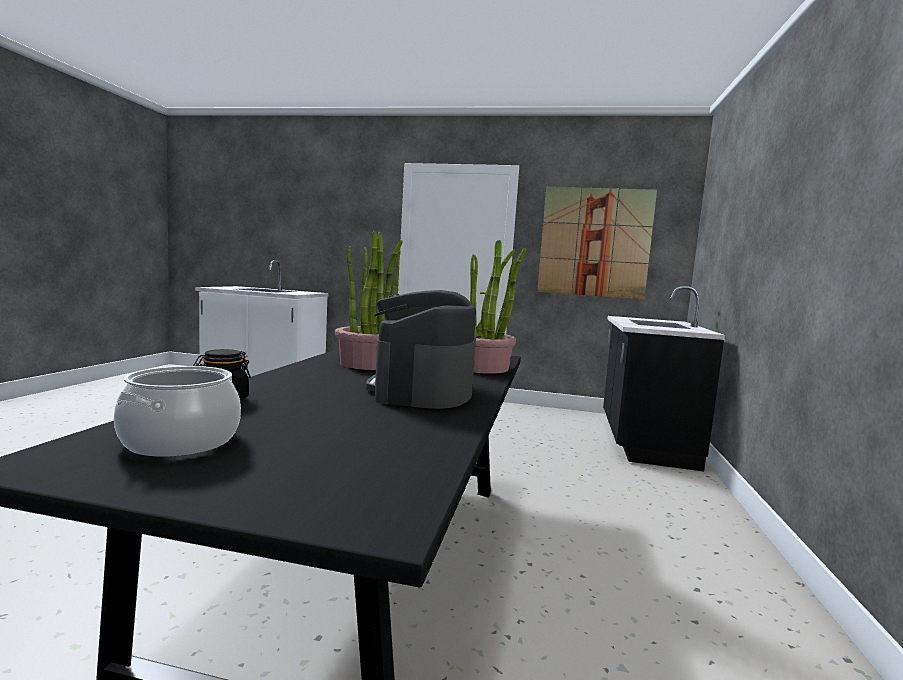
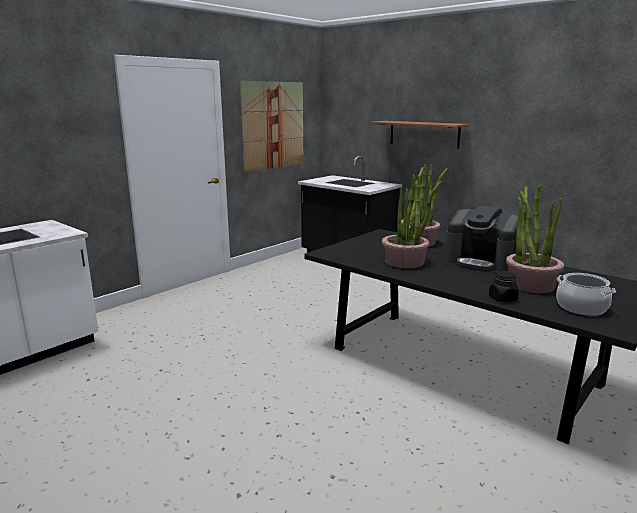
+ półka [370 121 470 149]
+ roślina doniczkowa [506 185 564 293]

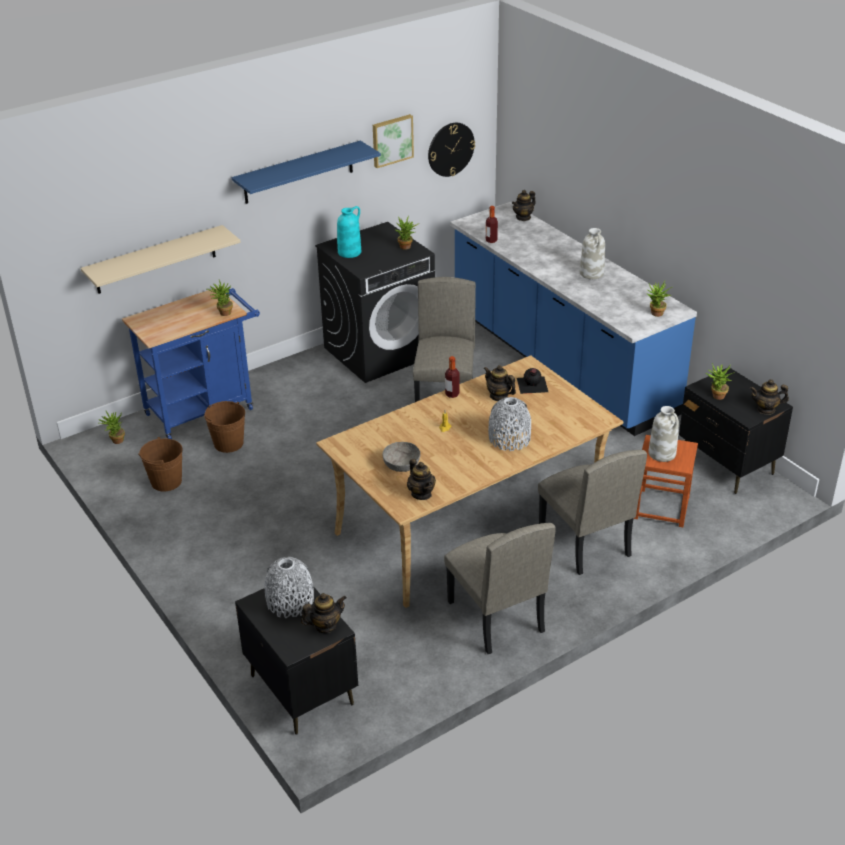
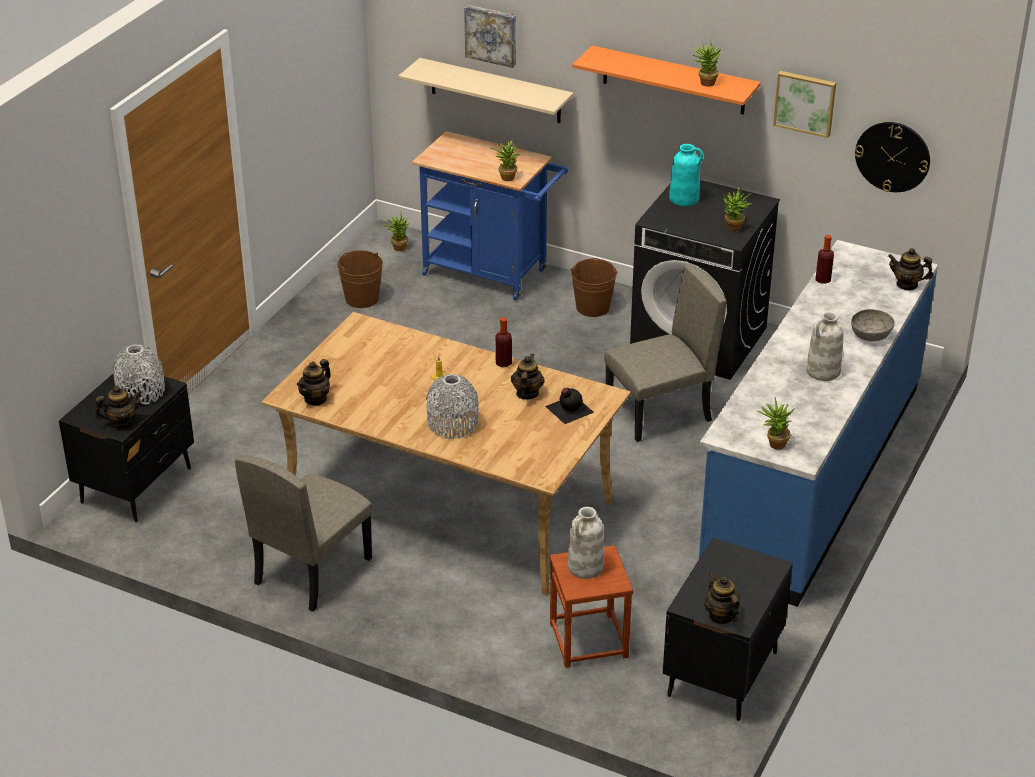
~ półka (niebieski) [232 141 381 204] to półka (pomarańczowy) [572 46 761 115]
~ roślina doniczkowa [706 363 735 400] to [692 40 721 87]
~ wiadro (brązowy) [204 401 245 453] to [570 258 618 317]
~ miska (szary) [382 442 420 472] to [851 309 895 341]
- krzesło (beżowy) [538 450 647 575]
~ imbryk [301 593 347 633] = [95 386 142 428] 60 degrees counterclockwise
+ obraz [464 5 516 68]

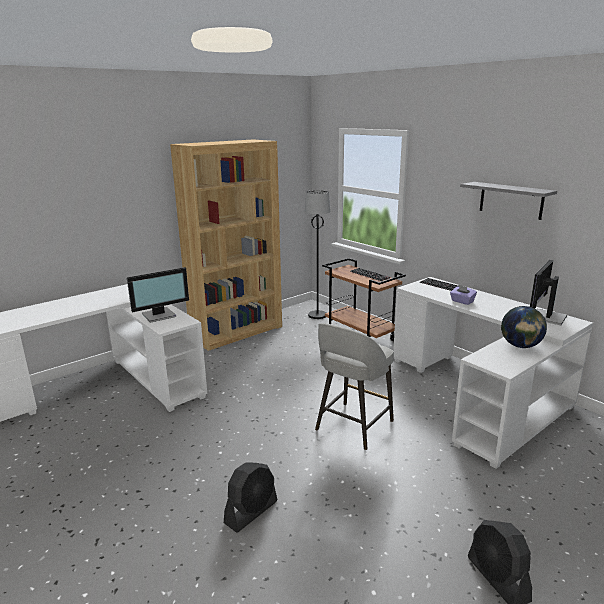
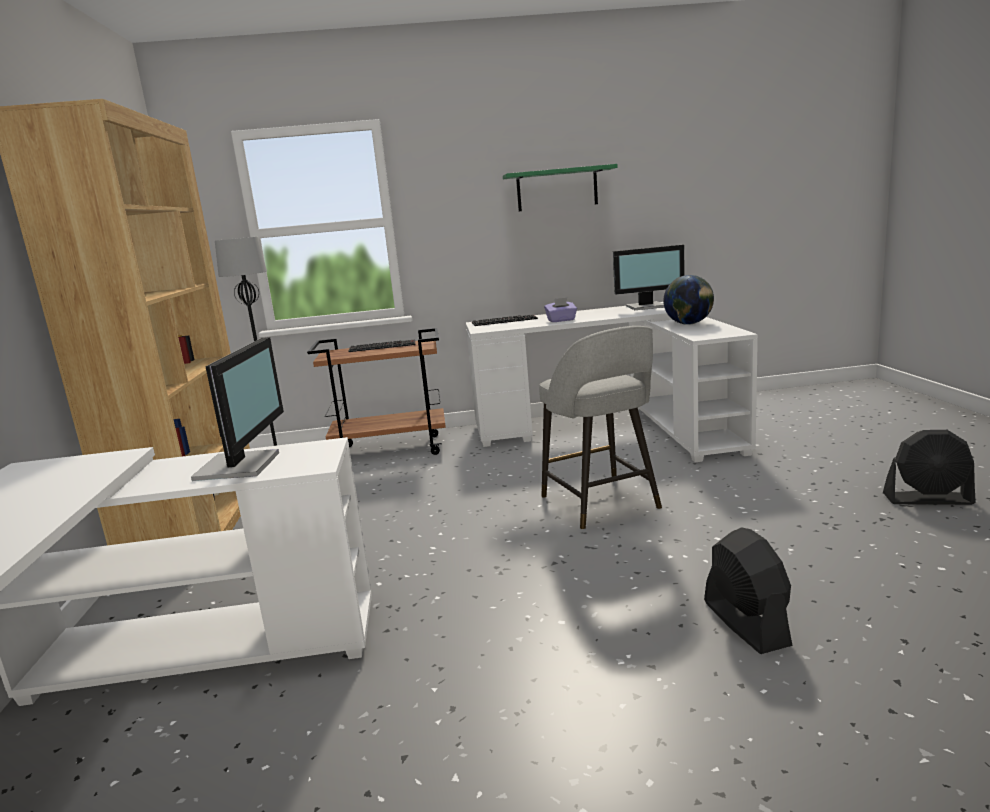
~ półka (szary) [460 182 557 220] to półka (zielony) [503 164 617 211]
~ monitor [530 260 567 325] = [613 244 685 310] 75 degrees counterclockwise

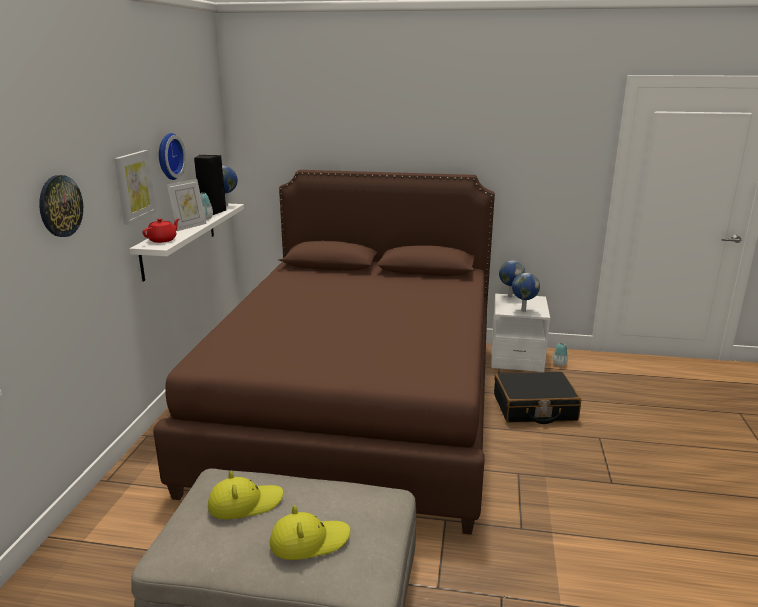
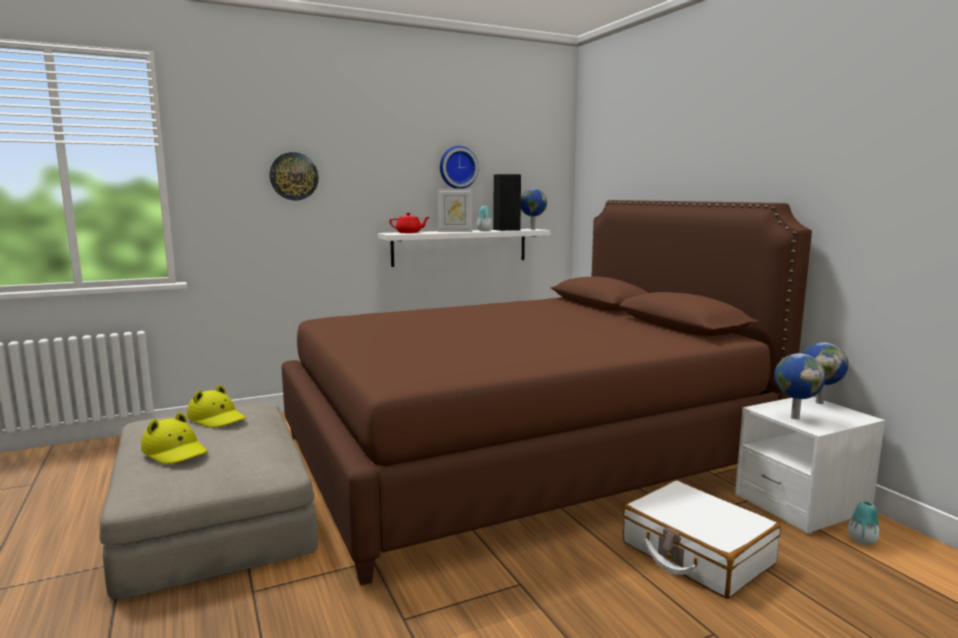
- obraz [114 150 156 225]
~ walizka (czarny) [494 372 581 424] to walizka (biały) [623 480 781 599]

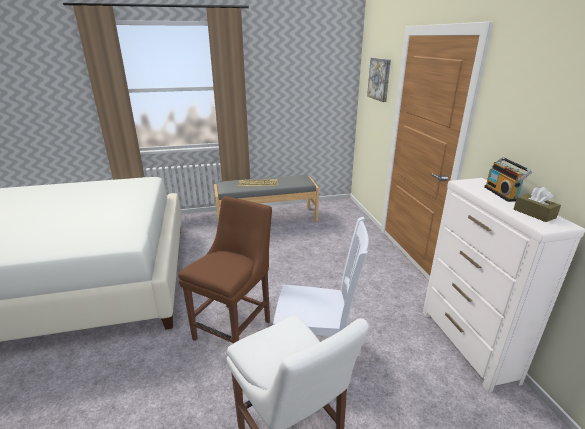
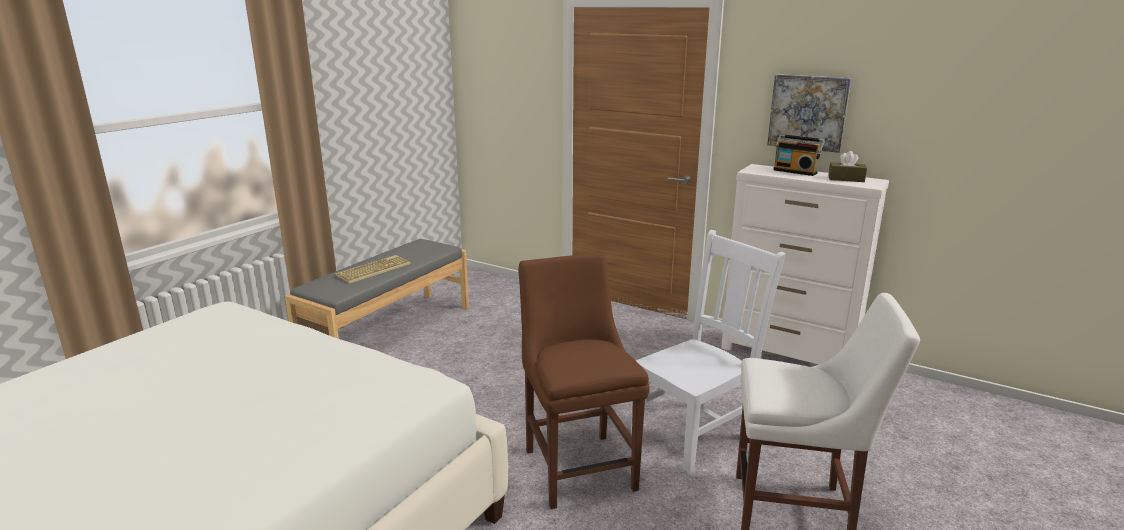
~ obraz [367 58 391 102] to [767 74 851 153]

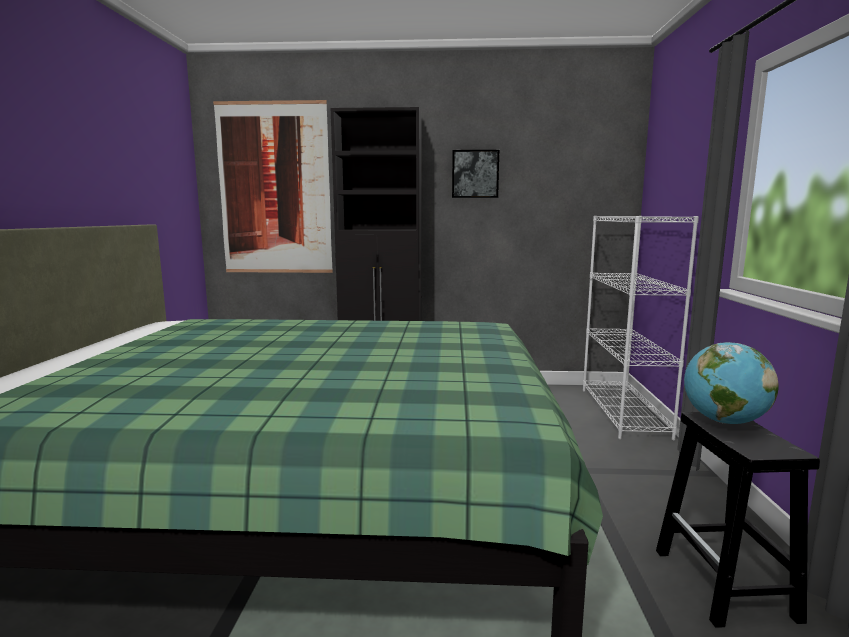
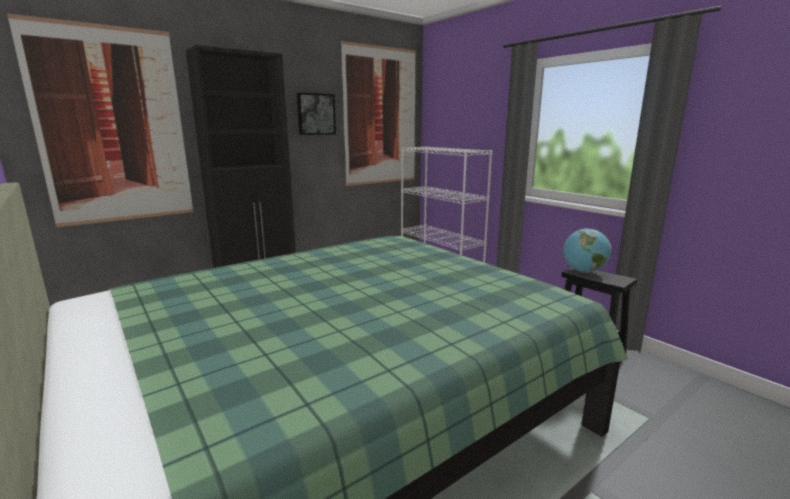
+ obraz [341 41 416 186]

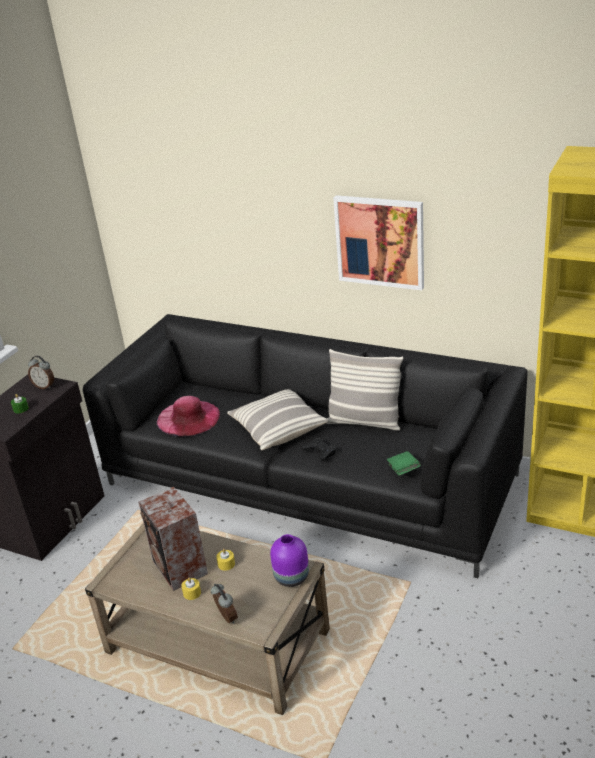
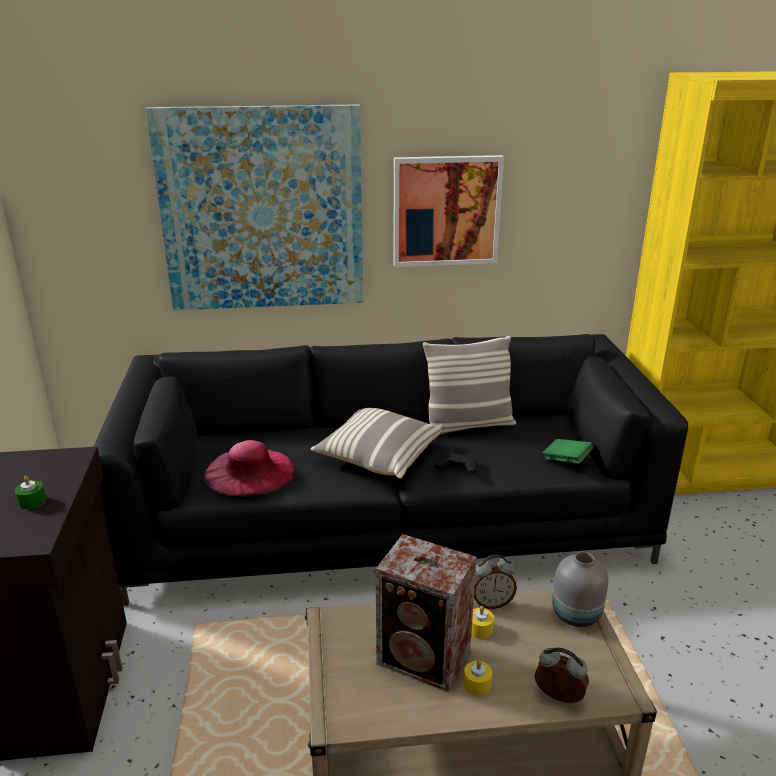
~ budzik [28 356 54 389] to [474 555 517 609]
~ wazon (fioletowy) [270 534 309 587] to wazon (szary) [552 551 608 627]
+ obraz [146 104 363 310]

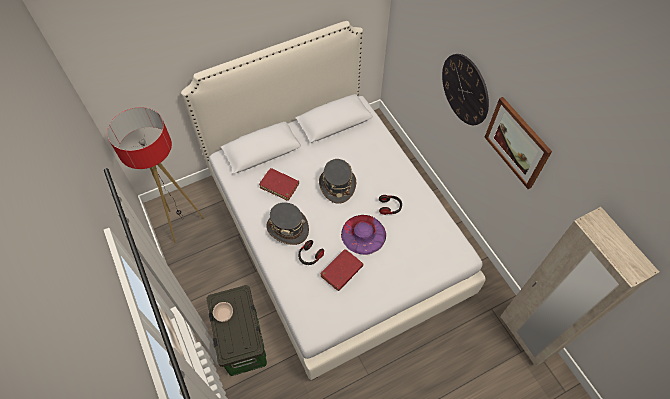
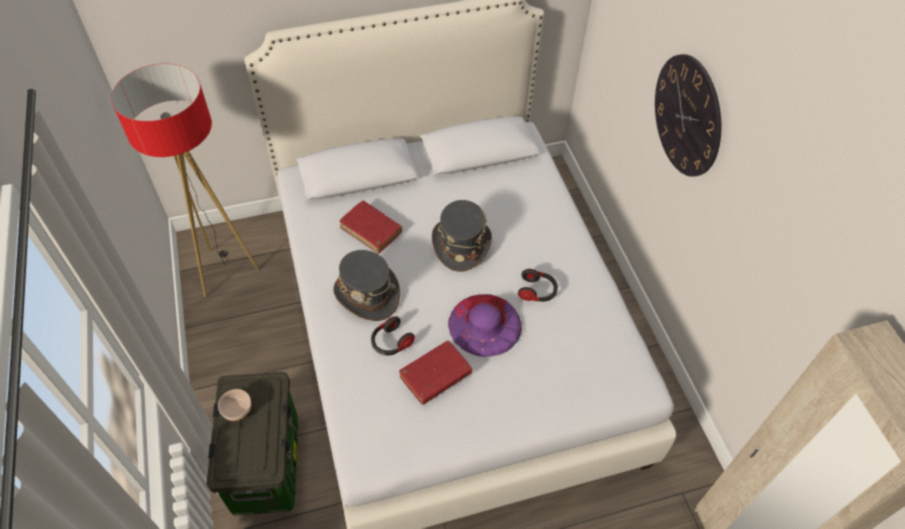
- obraz [485 97 552 189]

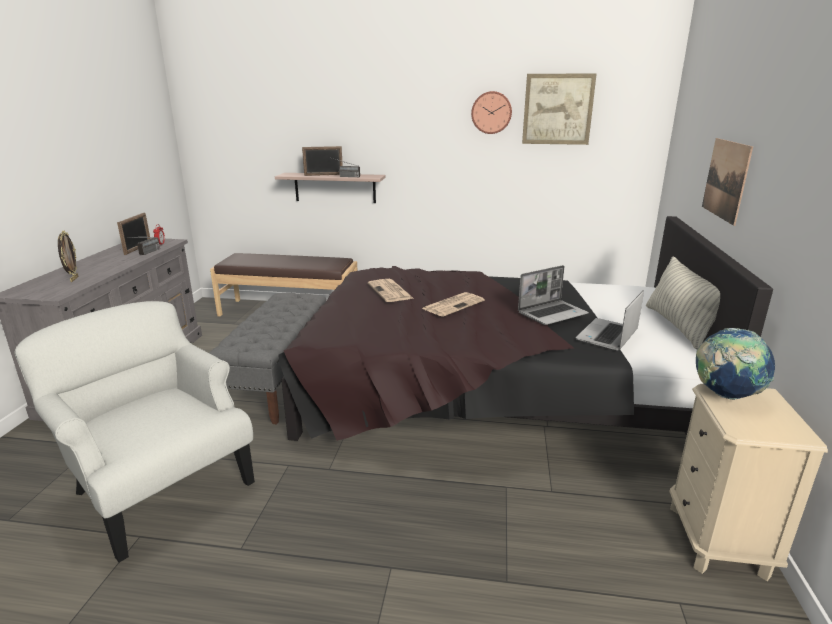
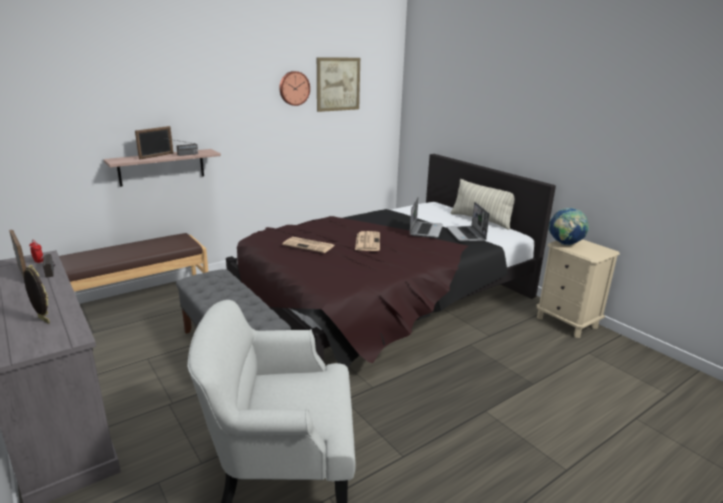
- obraz [702 138 753 226]

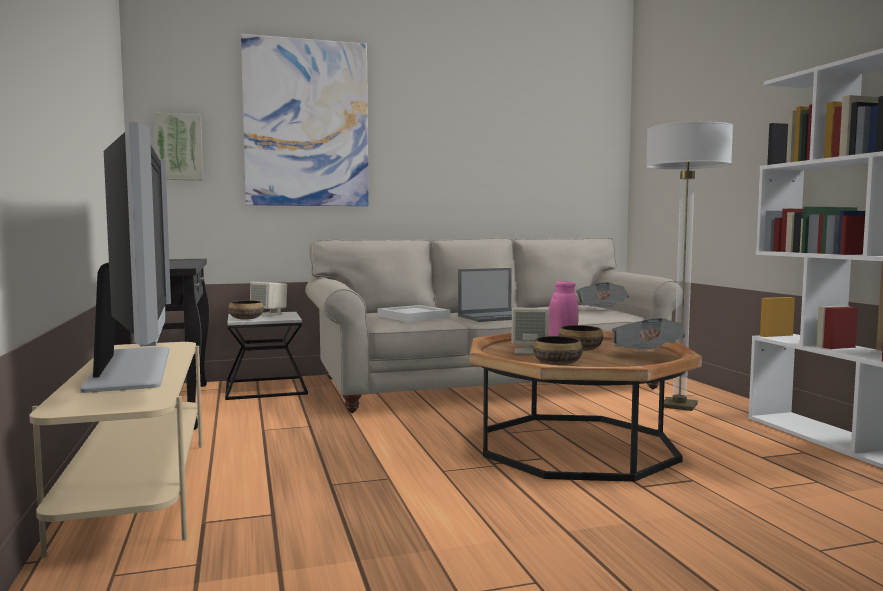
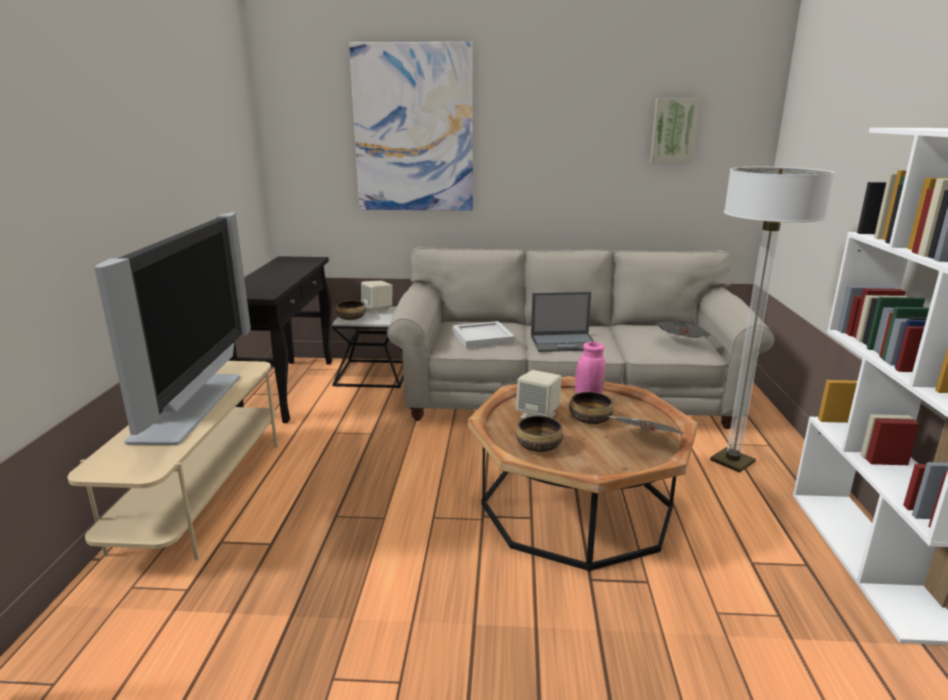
~ obraz [154 113 203 180] to [650 98 700 163]

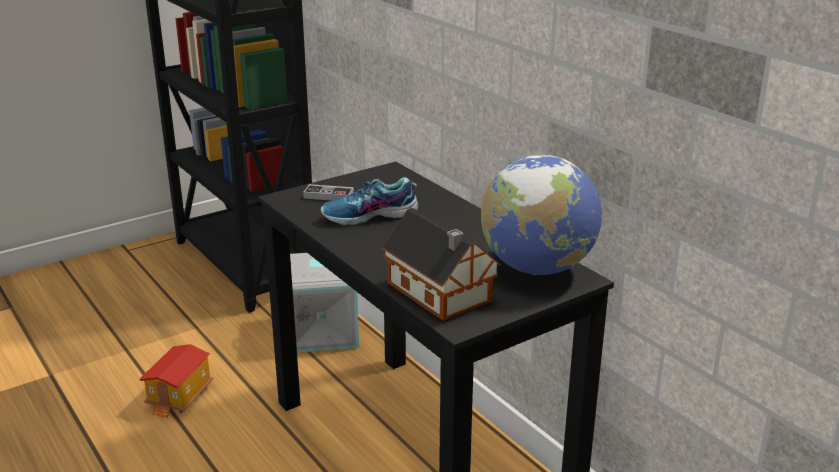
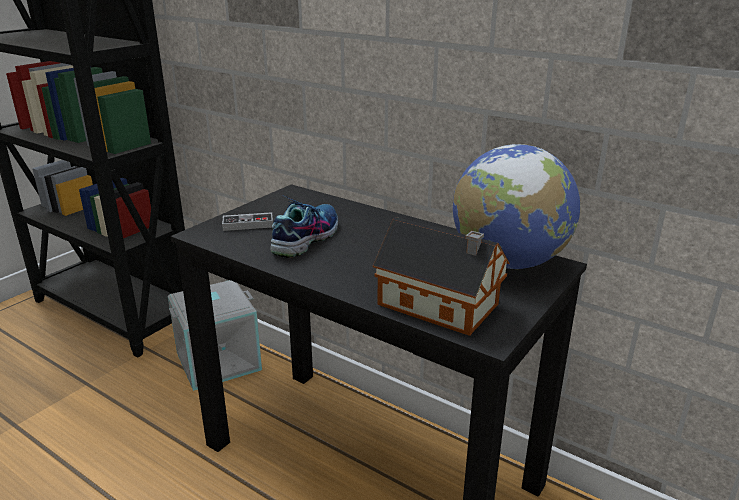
~ but [321 177 418 226] = [270 195 338 258] 150 degrees clockwise
- domek [140 344 213 419]

